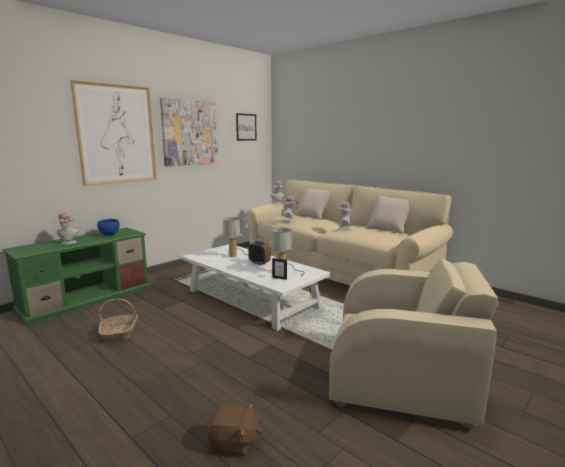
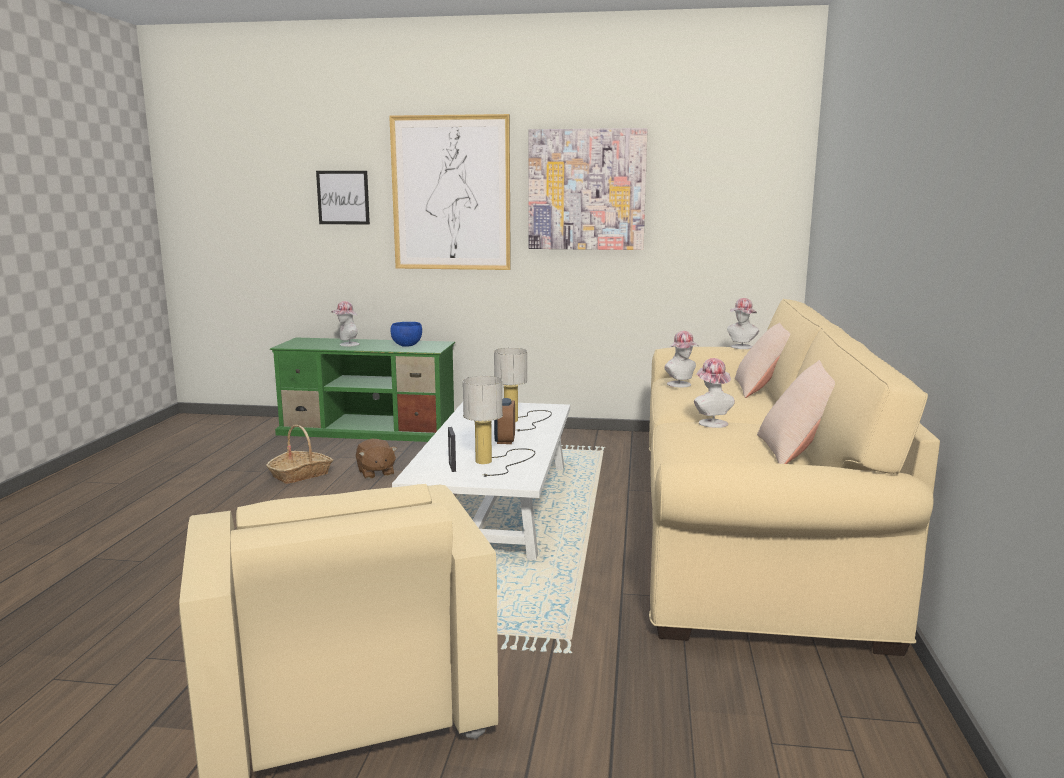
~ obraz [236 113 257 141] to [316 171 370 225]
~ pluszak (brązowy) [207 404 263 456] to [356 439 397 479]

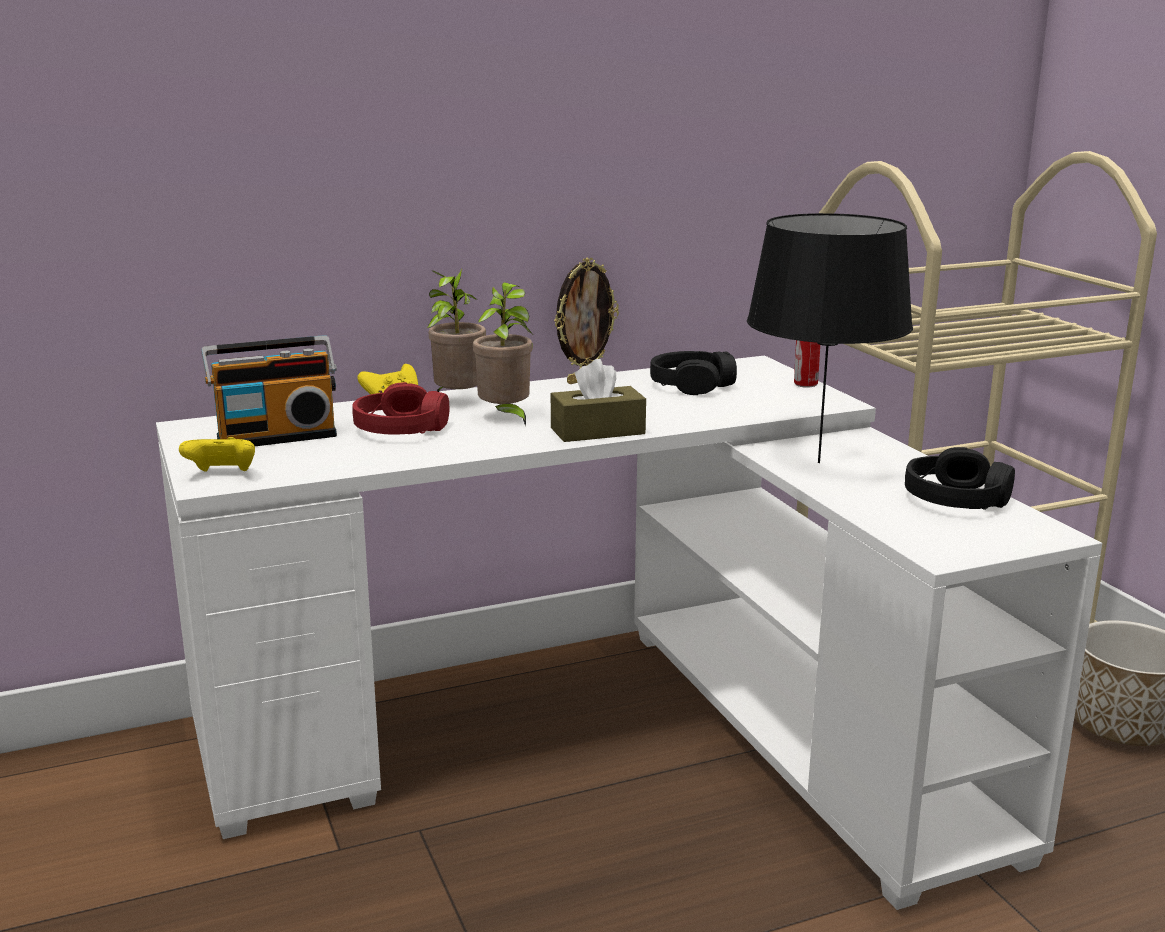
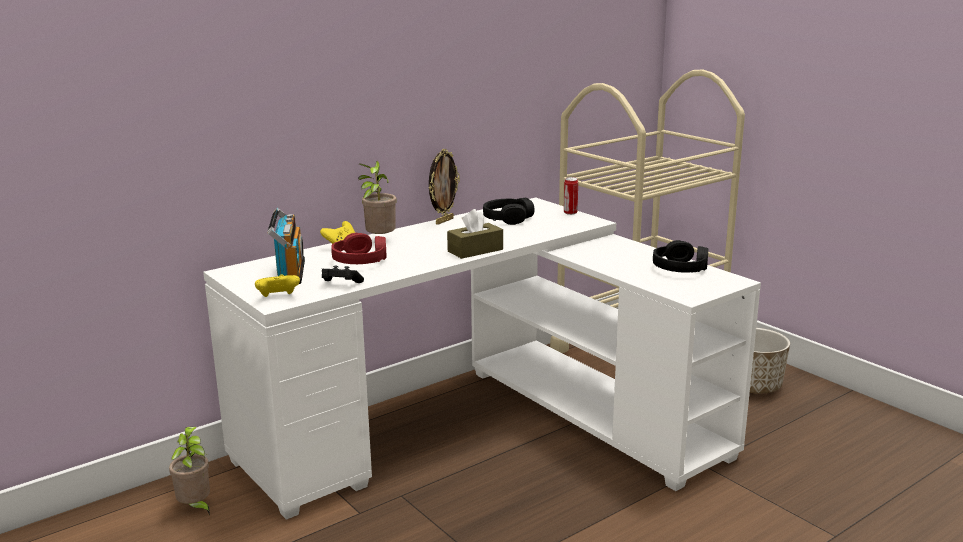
- lampa stołowa (czarny) [747 213 913 463]
~ roślina doniczkowa [473 282 532 426] to [169 427 210 515]
~ radio [202 335 337 446] = [267 208 305 284] 60 degrees counterclockwise
+ pad do gier (czarny) [322 265 364 283]

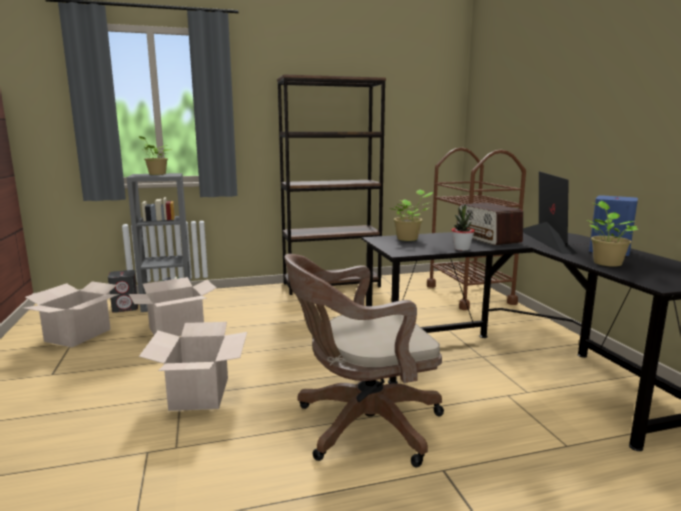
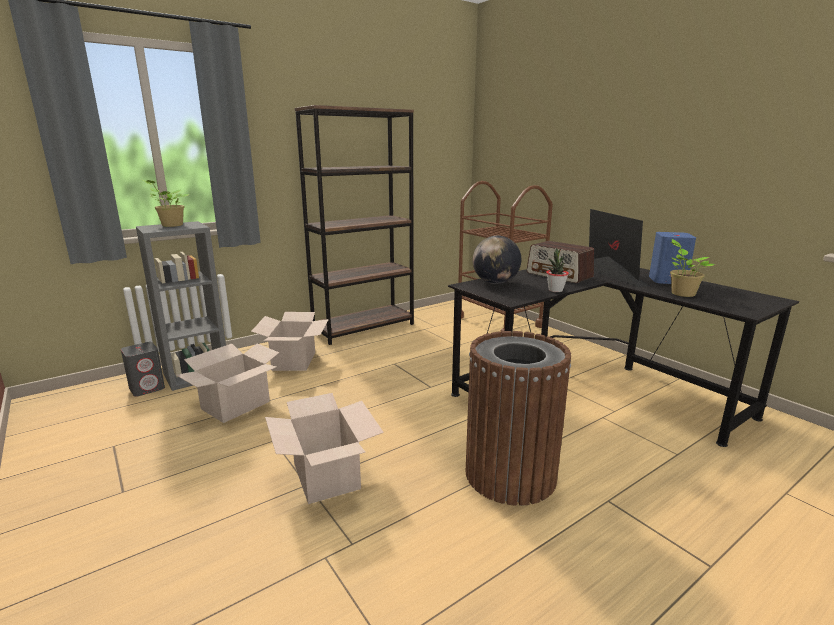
~ roślina doniczkowa [389 189 434 241] to globus [473 236 521 284]
~ krzesło biurowe (brązowy) [284 254 444 467] to kosz na śmieci (brązowy) [465 331 571 506]
~ karton [23 281 119 347] to [251 312 329 371]

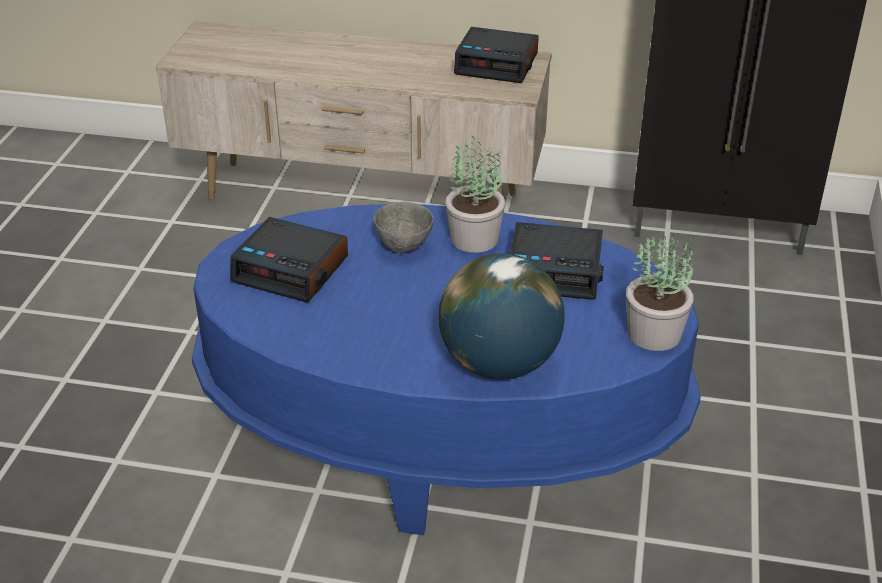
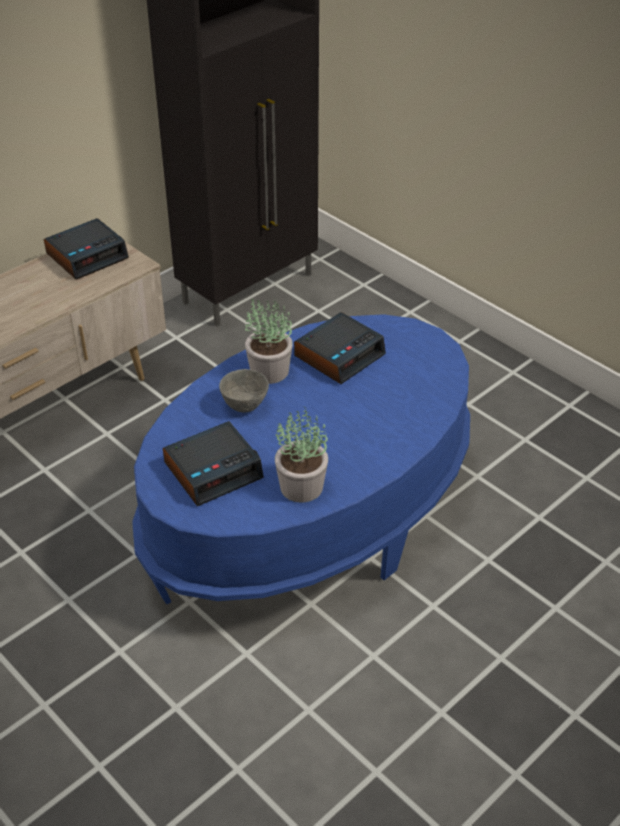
~ roślina doniczkowa [626 233 694 351] to [275 410 328 503]
- globus [438 253 564 380]

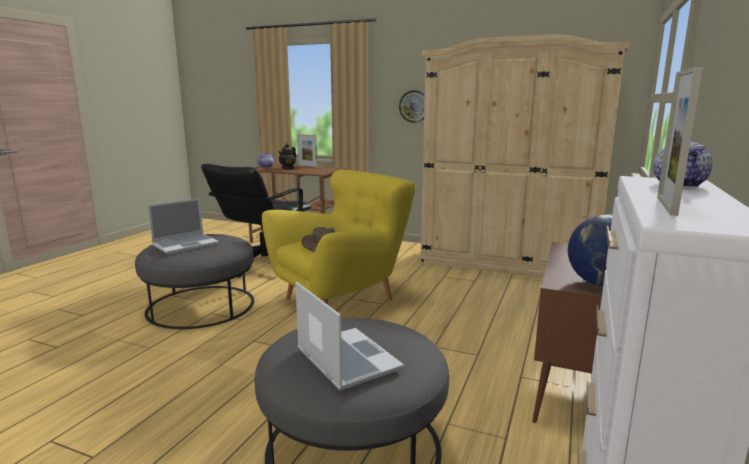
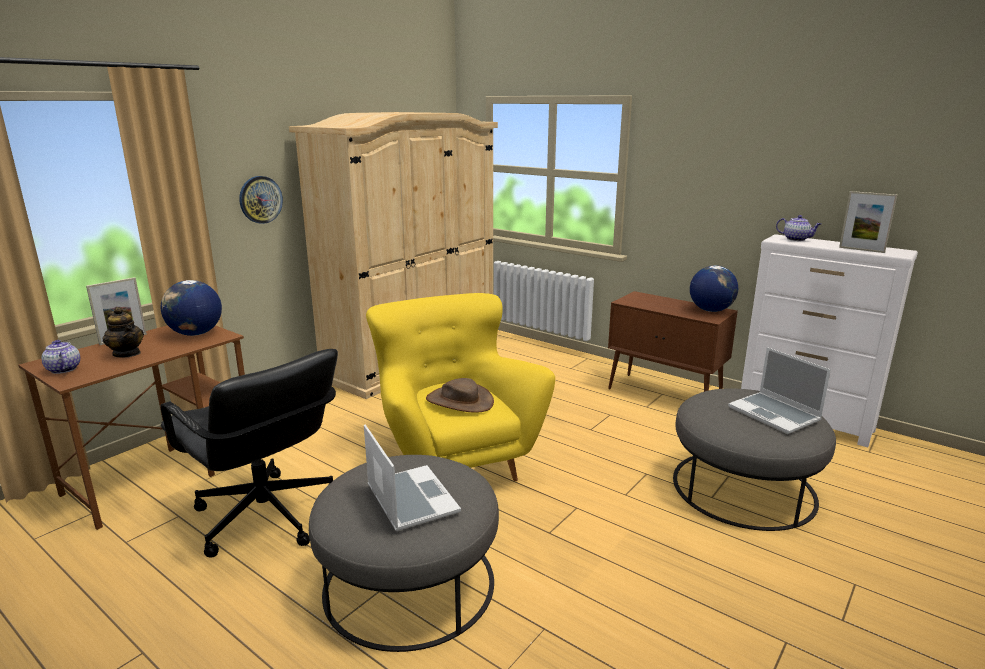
~ laptop [295 282 404 391] = [728 347 831 434] 105 degrees counterclockwise
+ globus [161 280 222 336]

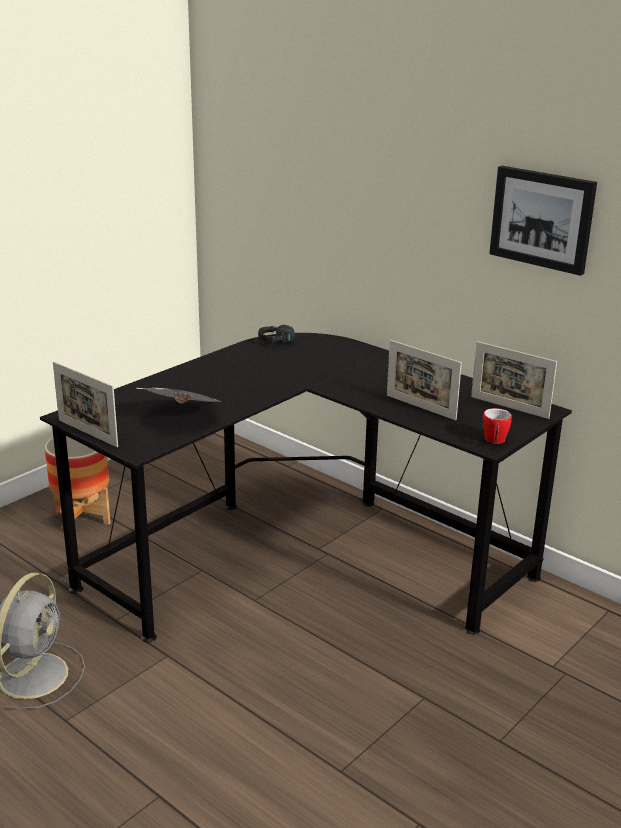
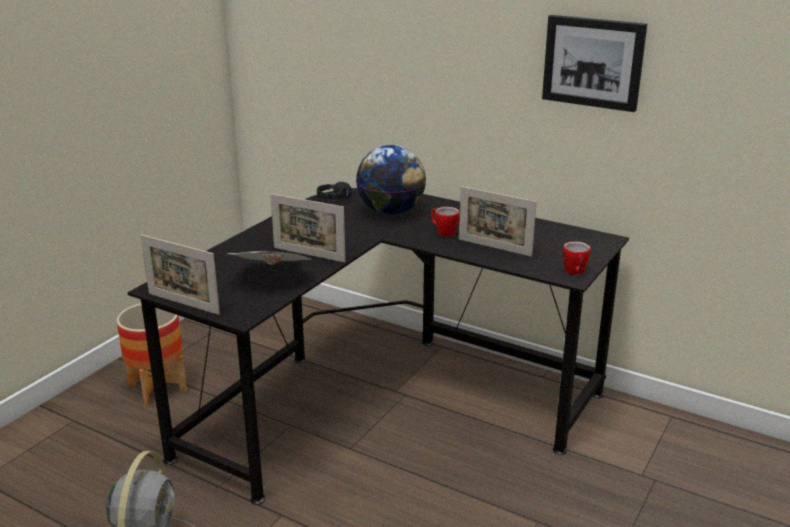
~ ramka na zdjęcie [471 341 557 419] to [270 194 345 262]
+ globus [356 145 426 215]
+ kubek [431 207 459 237]

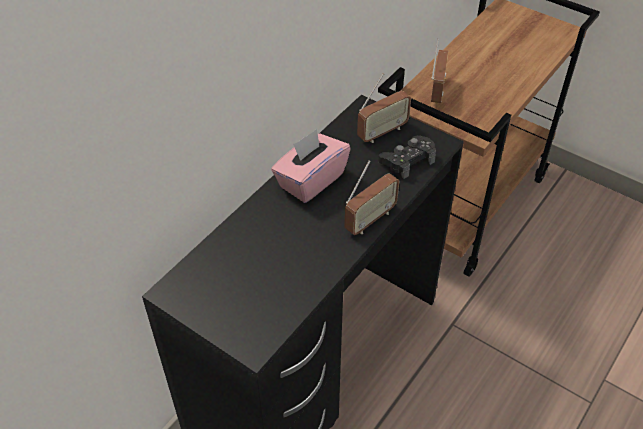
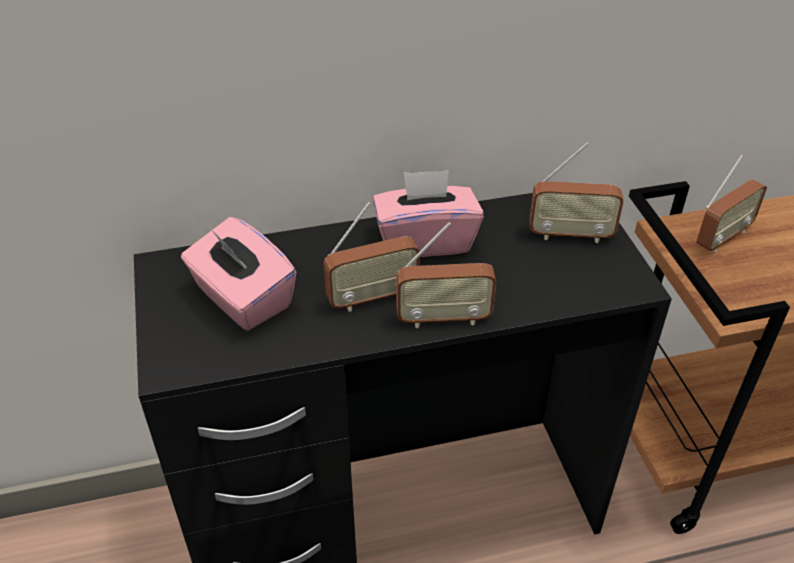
- pad do gier (czarny) [378 135 436 179]
+ radio [323 202 420 312]
+ pudełko chusteczek (różowy) [181 217 296 331]

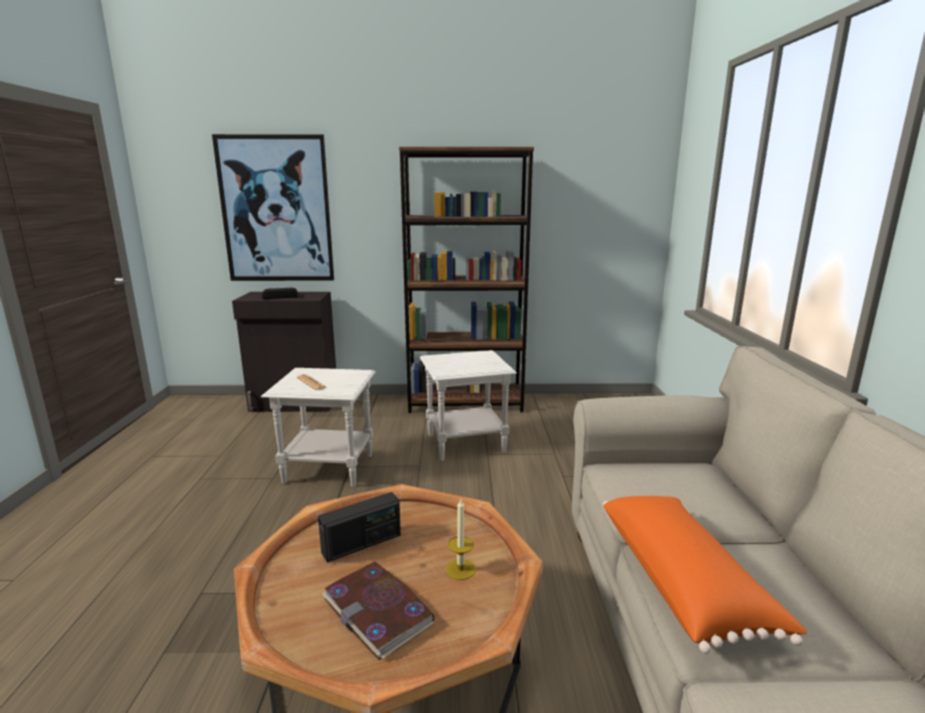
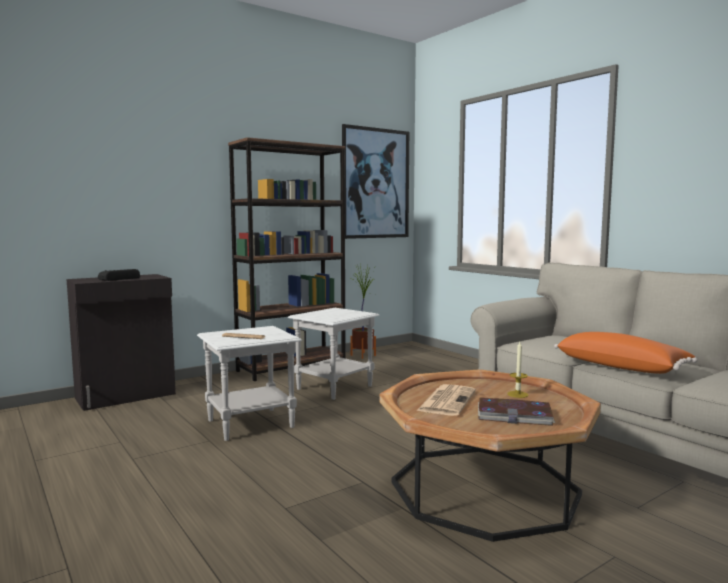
~ obraz [212 134 334 281] to [342 124 409 239]
~ radio [318 492 401 563] to gazeta [417 384 476 416]
+ roślina doniczkowa [349 265 376 359]

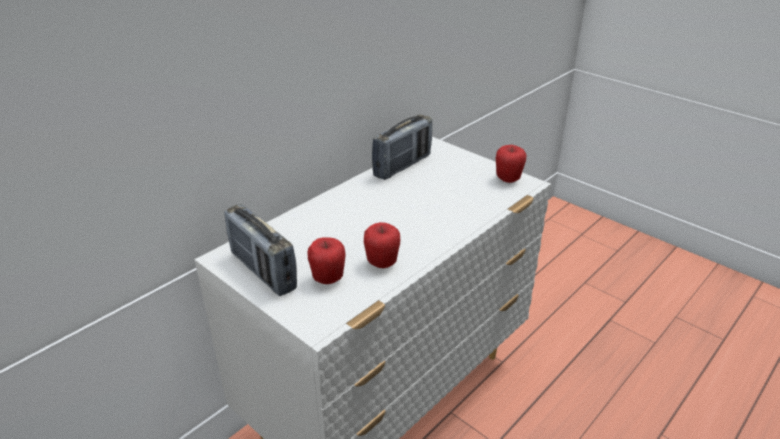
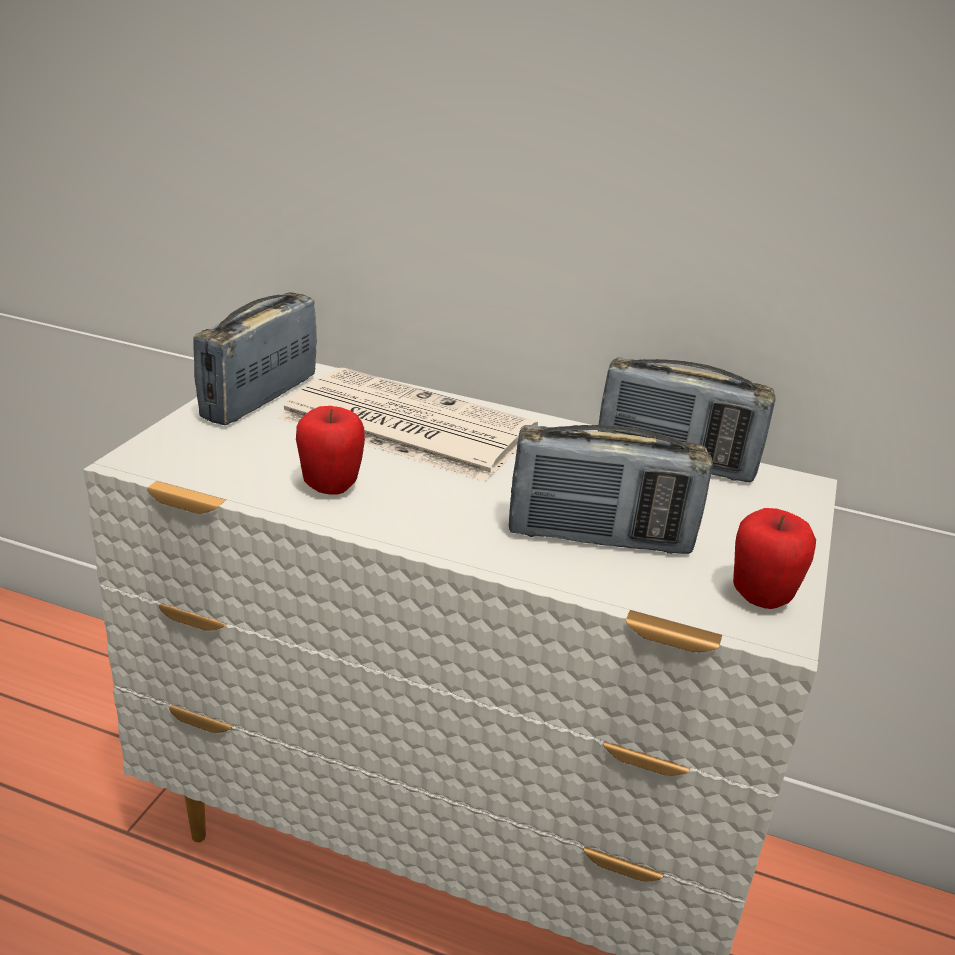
- jabłko [307 237 345 284]
+ gazeta [278 368 538 482]
+ radio [509 425 713 554]

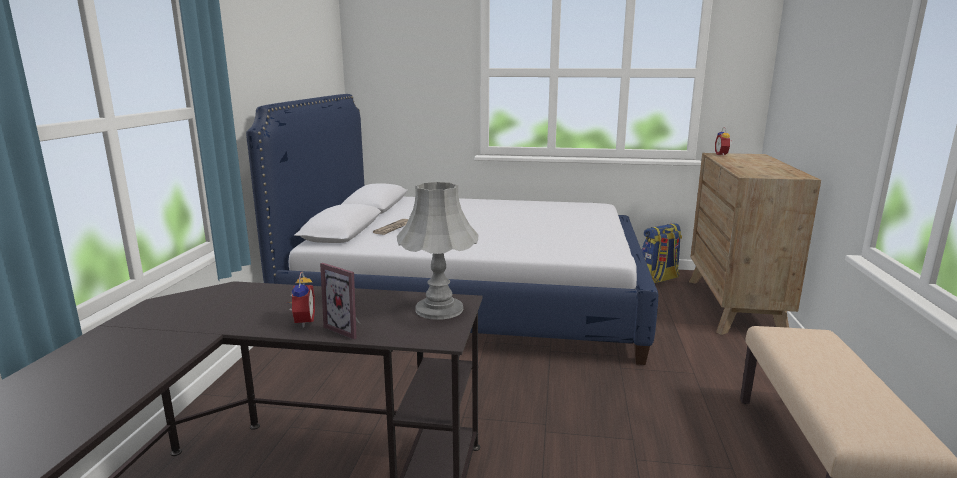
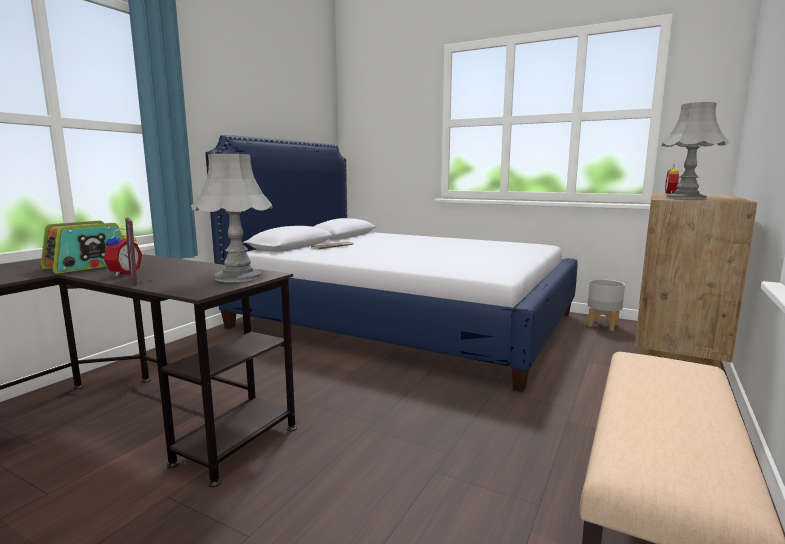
~ plecak [642 223 682 283] to donica (szary) [587 279 625 331]
+ lampa stołowa (szary) [661 102 729 199]
+ radio [41 221 122 274]

